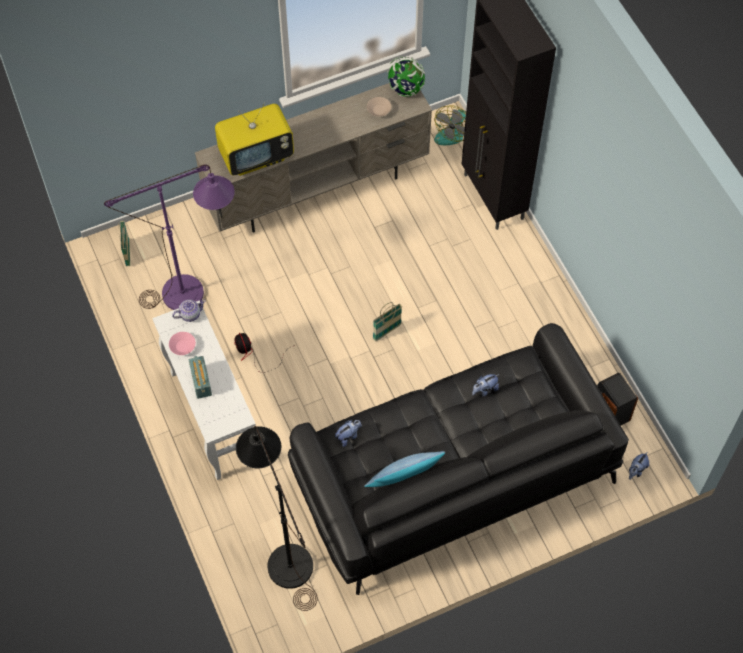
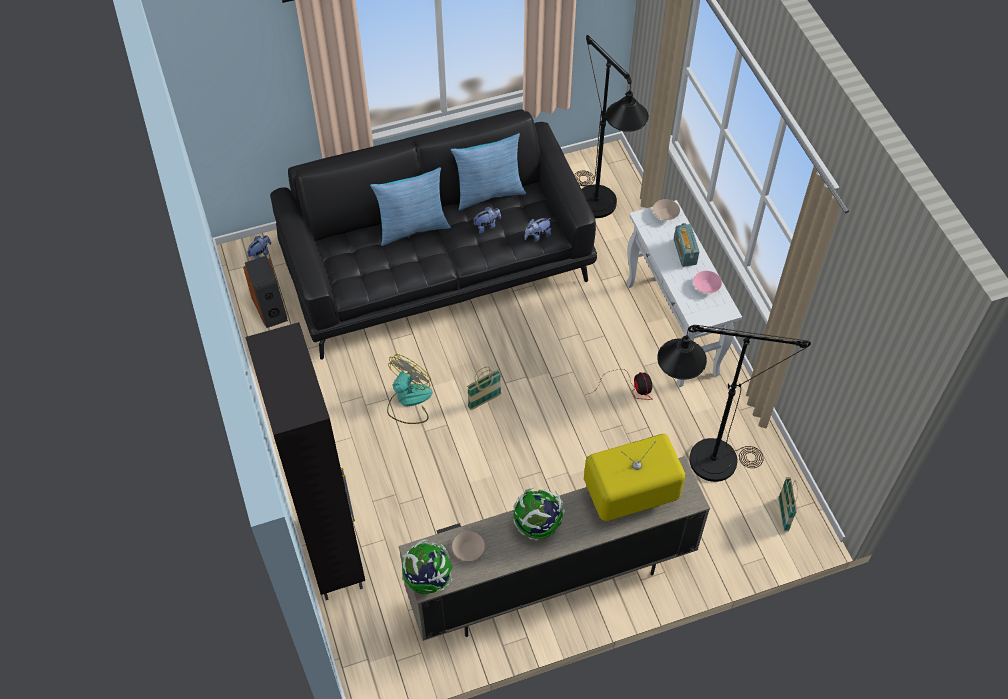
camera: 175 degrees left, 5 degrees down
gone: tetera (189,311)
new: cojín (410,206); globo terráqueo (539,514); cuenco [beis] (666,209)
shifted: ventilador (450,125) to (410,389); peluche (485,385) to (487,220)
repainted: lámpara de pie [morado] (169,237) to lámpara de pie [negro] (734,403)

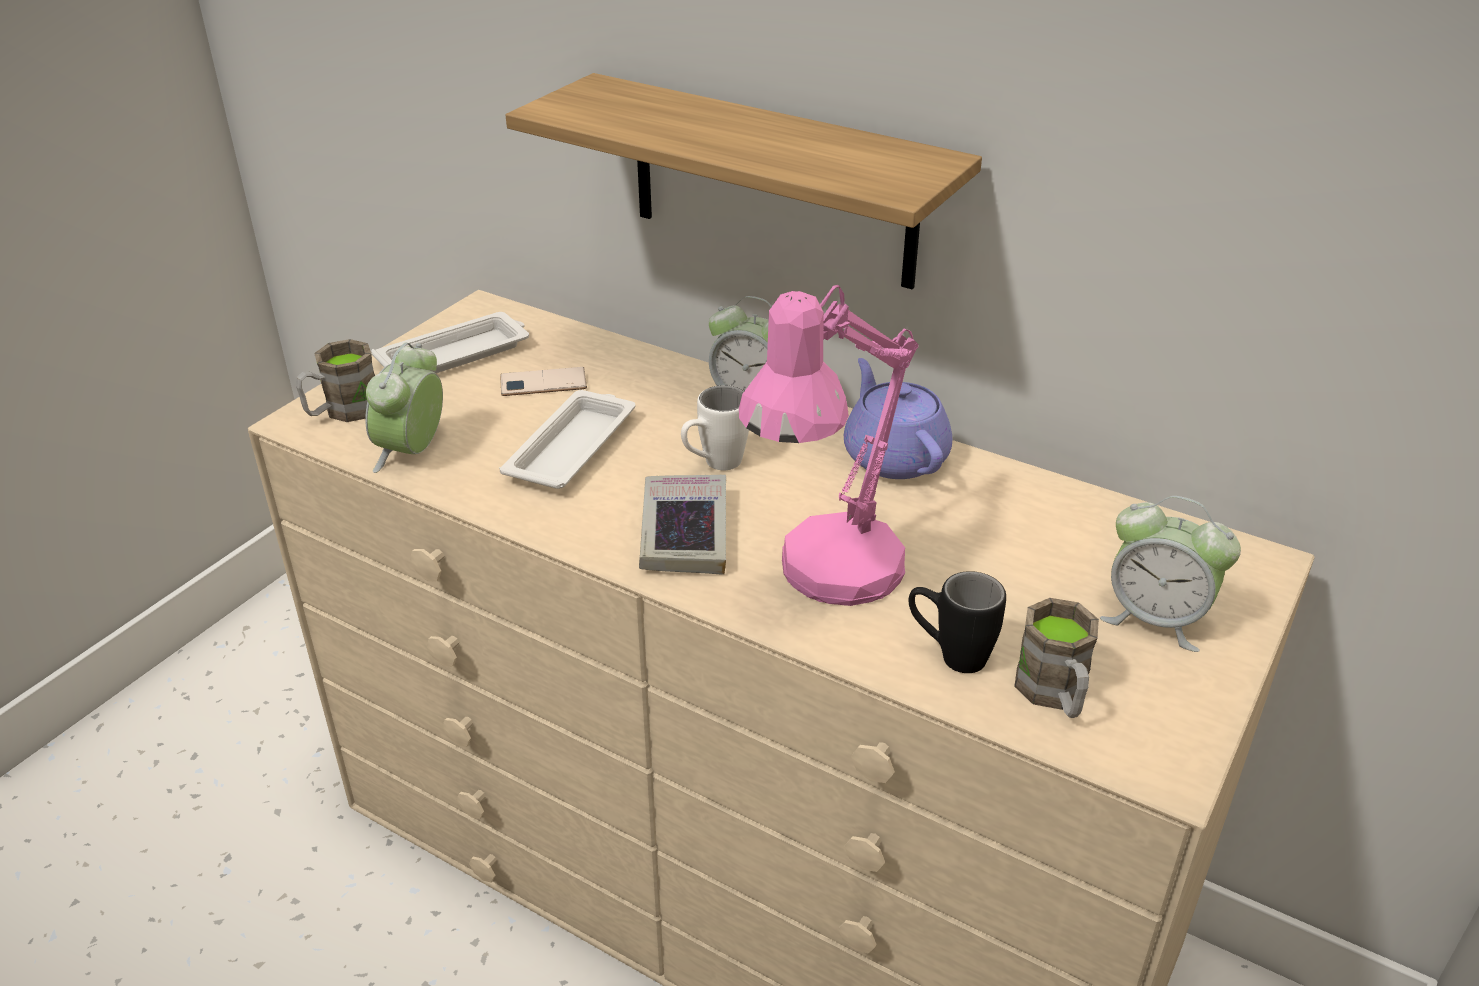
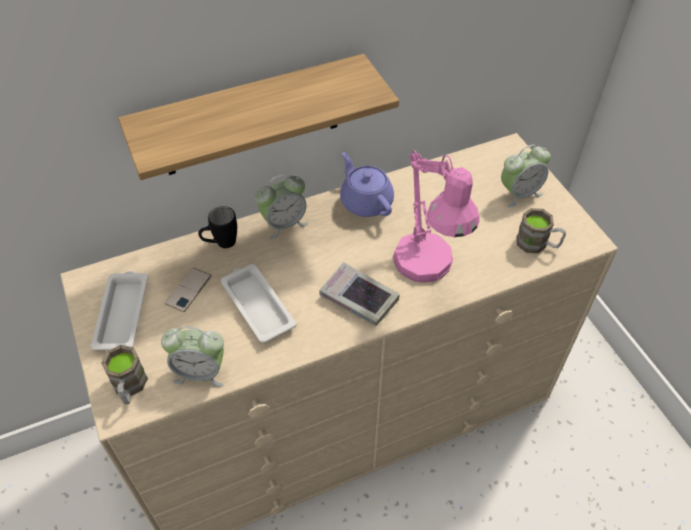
camera: 55 degrees left, 15 degrees up
gone: taza grande [blanco] (715,427)
shifted: taza grande [negro] (957,622) to (217,227)
rotated: despertador (404,407) = (192,357) 45 degrees counterclockwise; tetera [morado] (898,418) = (367,184) 45 degrees clockwise

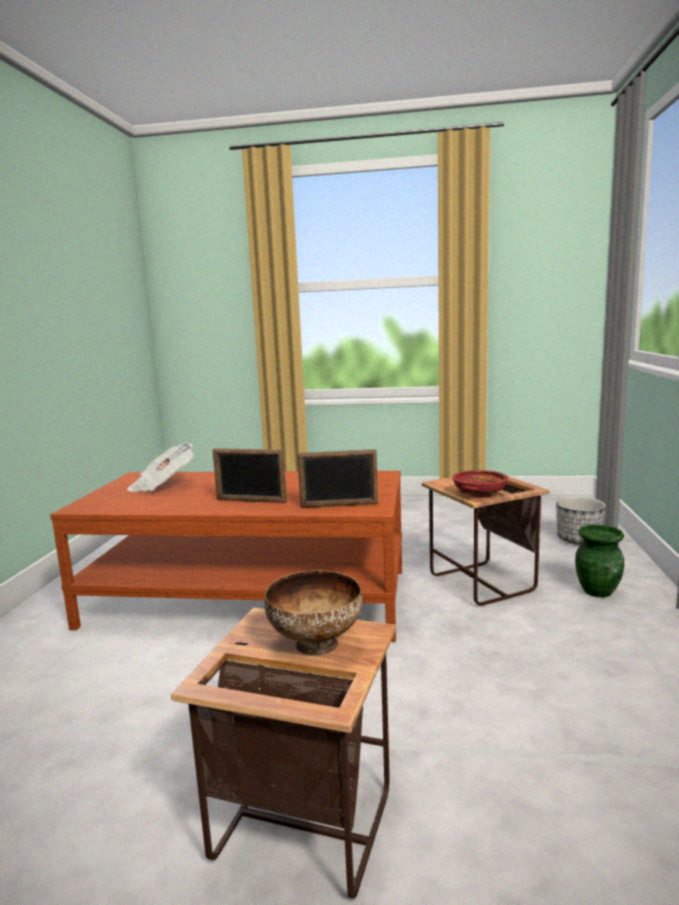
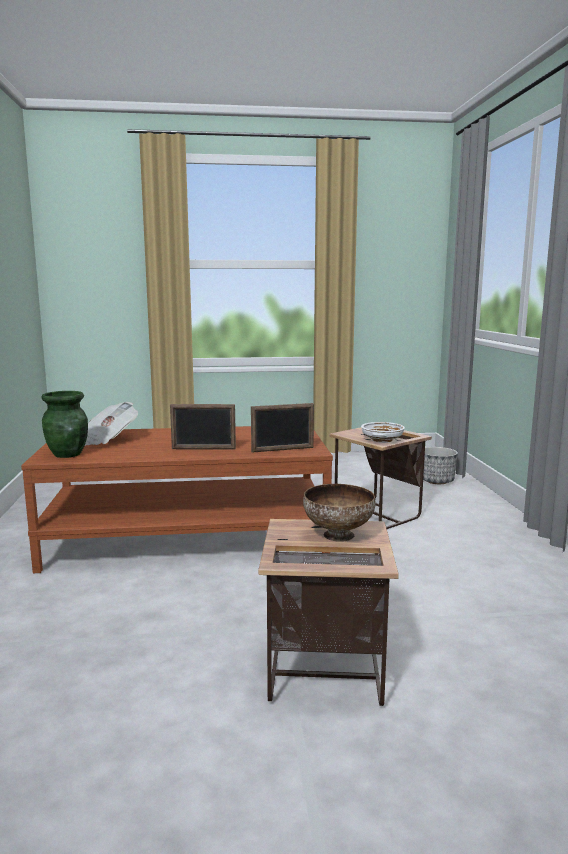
camera: 15 degrees left, 0 degrees up
shifted: florero [verde] (599,560) to (65,424)
repainted: cuenco [rojo] (480,483) to cuenco [blanco] (383,432)

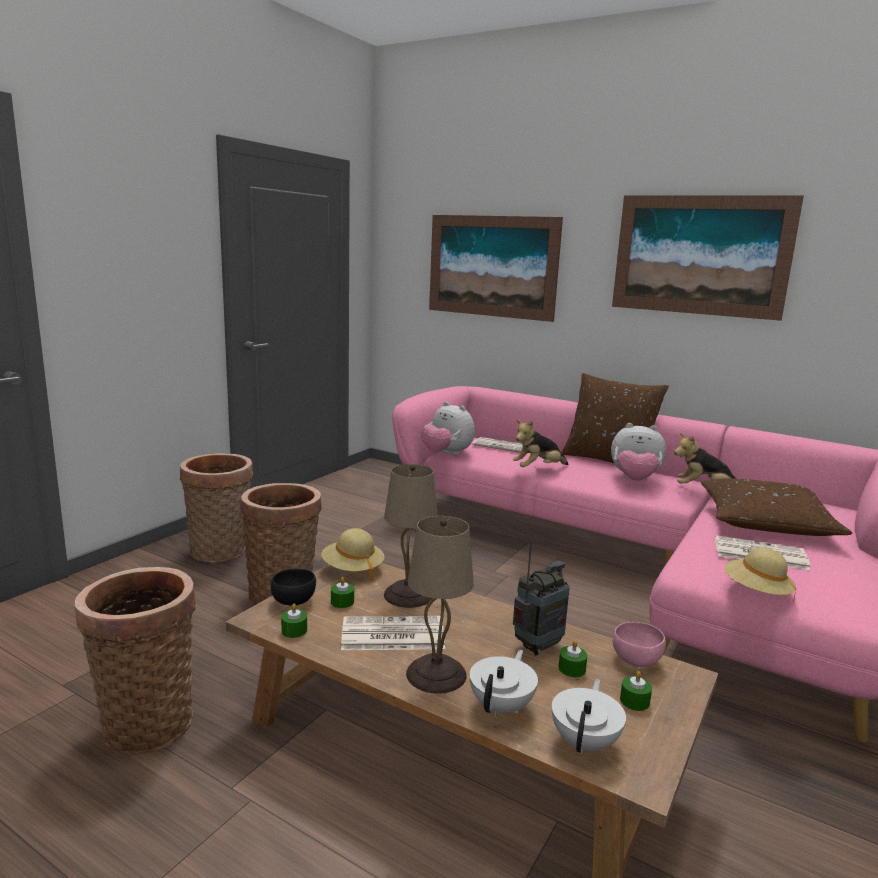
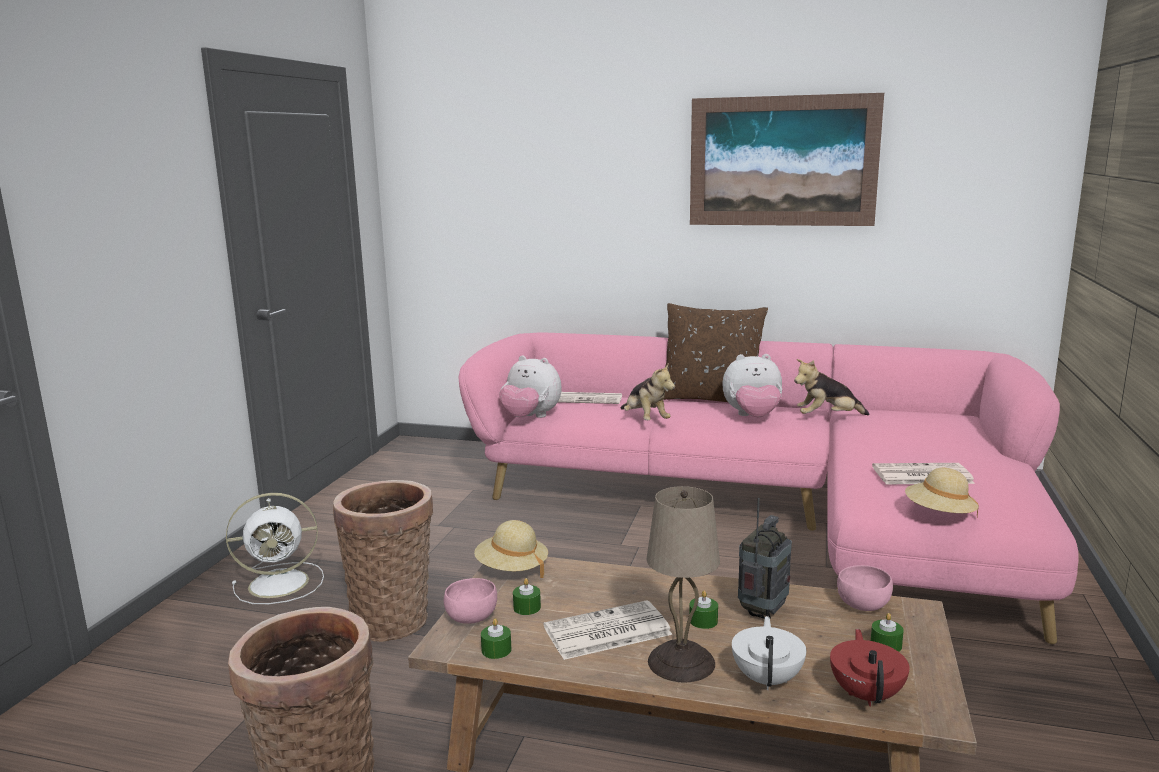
camera: 15 degrees left, 0 degrees up
gone: lámpara de mesa [beis] (411,536); cuadro (496,268); cojín [marrón] (776,507)
shifted: vela [verde] (572,659) to (703,610)
swapped: cesta (216,507) to ventilador [blanco] (275,548)
repainted: cuenco [negro] (293,587) to cuenco [rosa] (470,601); tetera [blanco] (589,716) to tetera [rojo] (870,667)
rotated: peluche (540,443) = (647,391) 75 degrees counterclockwise

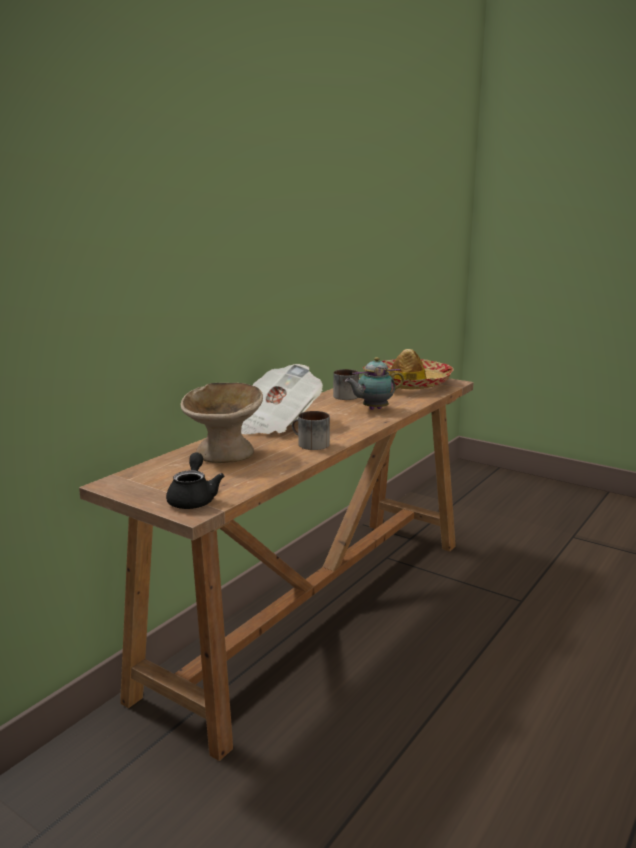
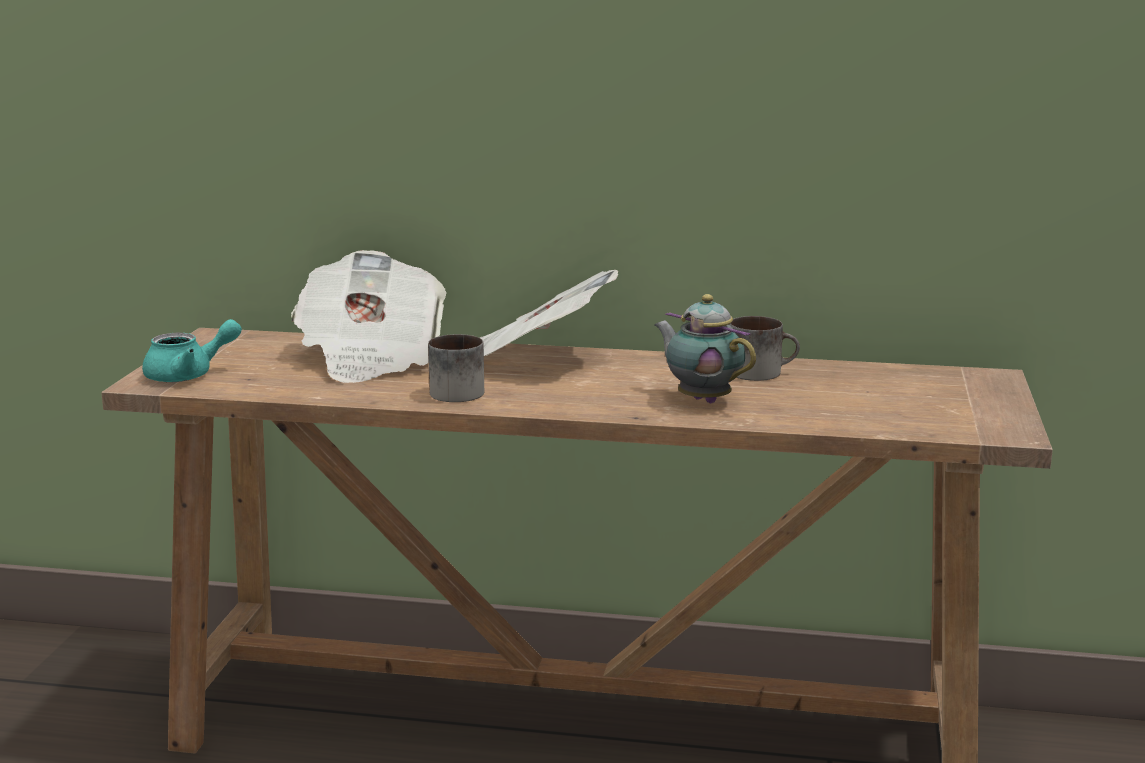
camera: 65 degrees right, 0 degrees up
gone: sombrero (408,369)
swapped: cuenco [beis] (222,423) to periódico (369,316)
repainted: tetera [negro] (195,480) to tetera [turquesa] (192,350)

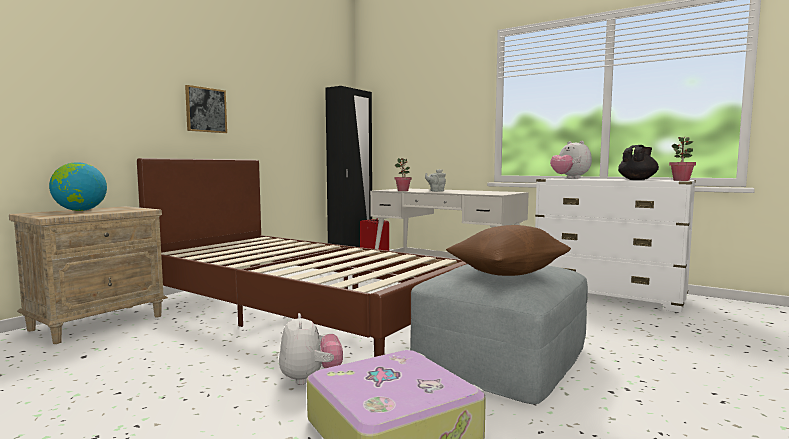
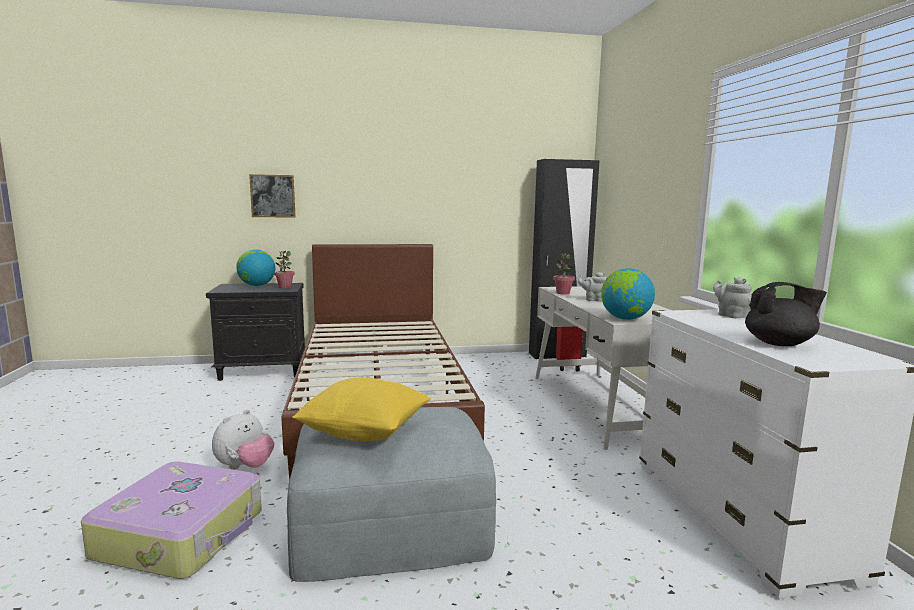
camera: 45 degrees right, 5 degrees up
new: globo terráqueo (628,294)
shifted: cuadro (206,109) to (272,196); planta en maceta (682,159) to (284,269)
swapped: peluche (571,160) to tetera [gris] (732,297)
repainted: mesita de noche [beis] (88,275) to mesita de noche [negro] (255,332); cojín [marrón] (508,250) to cojín [amarillo] (361,409)

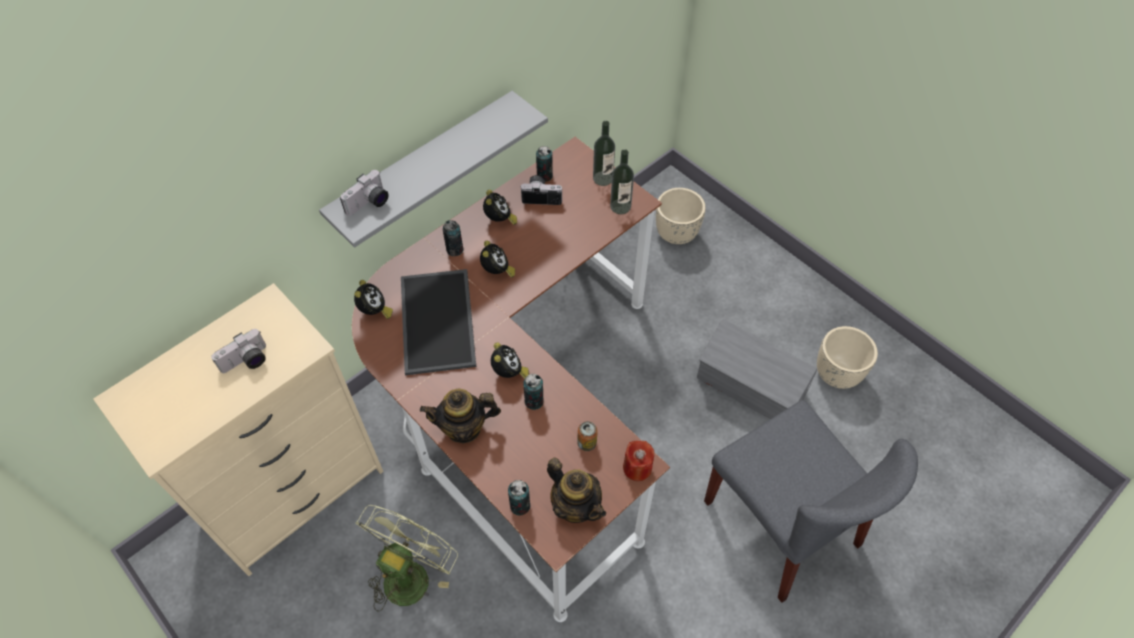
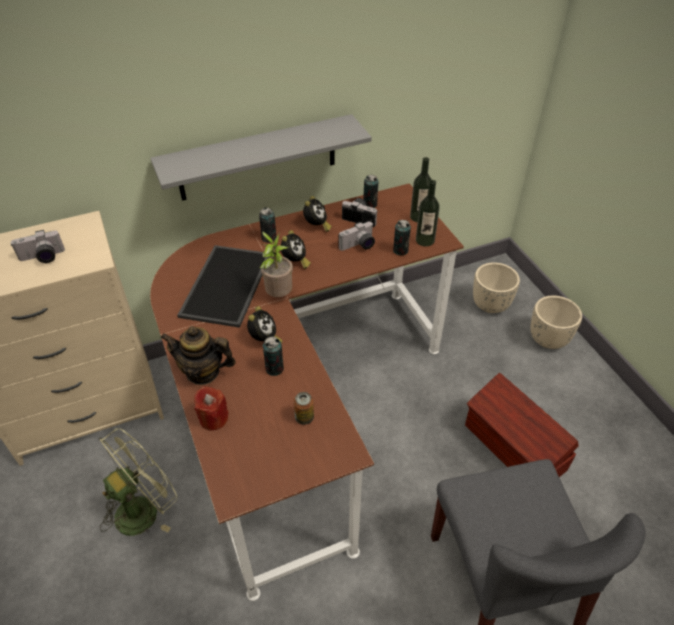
camera: 20 degrees right, 10 degrees down
gone: despertador (373,299); tetera (576,490)
new: planta en maceta (276,264)
shifted: vela [rojo] (638,461) to (211,408); cámara (364,193) to (356,236); lata (519,497) to (402,237); maceta [beis] (847,357) to (556,322)
repainted: caja de almacenaje [gris] (757,369) to caja de almacenaje [marrón] (521,425)

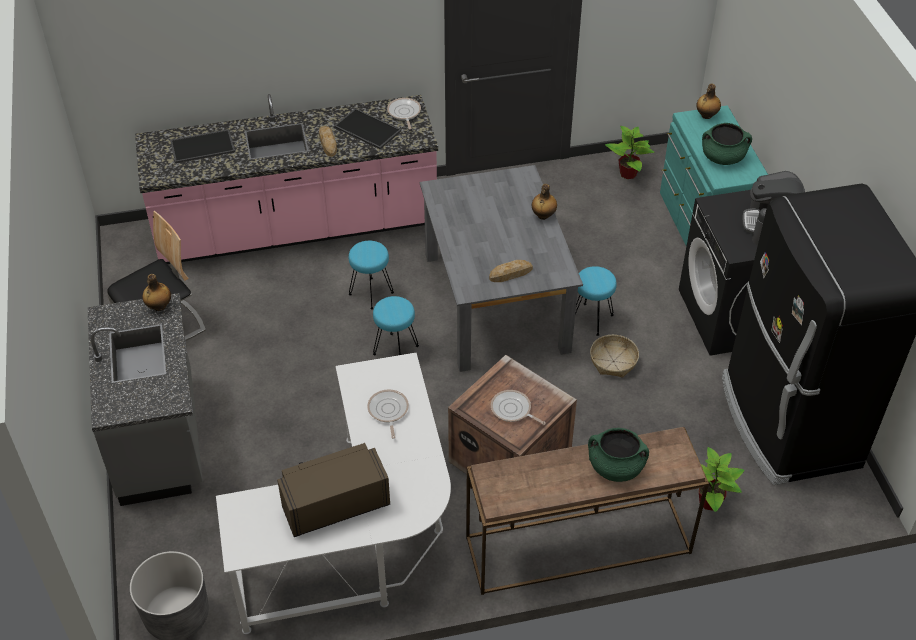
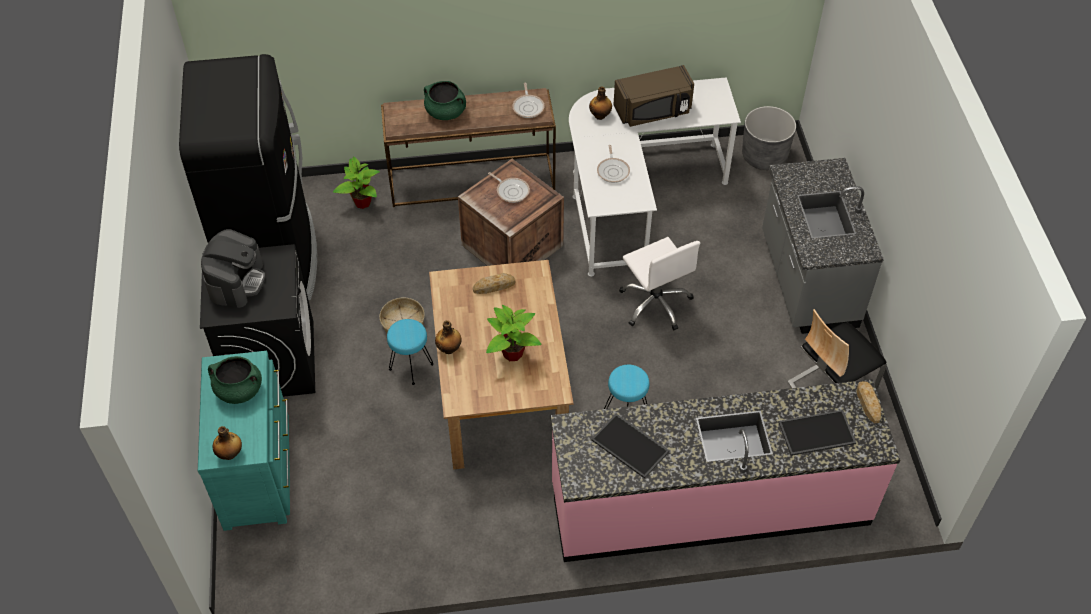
camera: 175 degrees left, 5 degrees up
gone: taburete [turquesa] (396,325)
new: silla de oficina [blanco] (659,283)
shifted: planta en maceta (629,152) to (513,333); sartén (404,113) to (528,100); botella (156,292) to (600,103); pan (328,141) to (869,402)
repainted: mesa de comedor [gris] (501,268) to mesa de comedor [marrón] (501,364)

